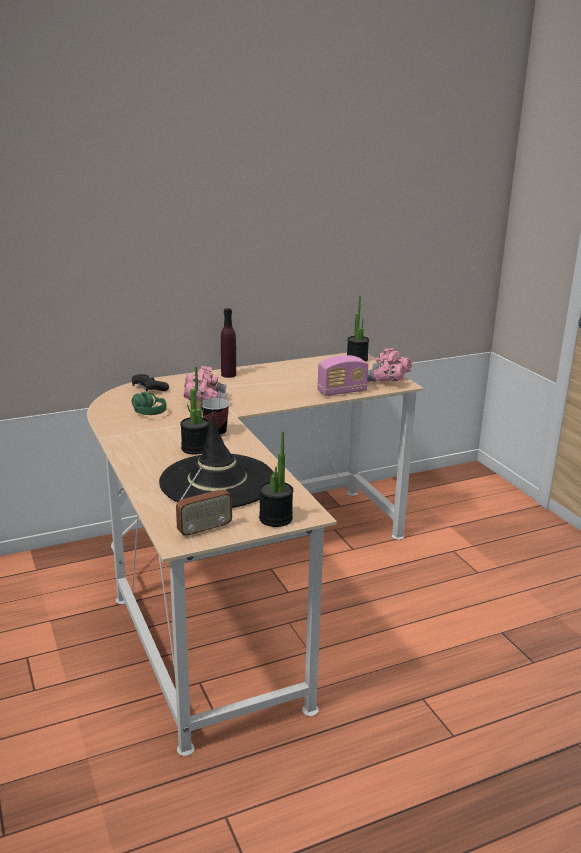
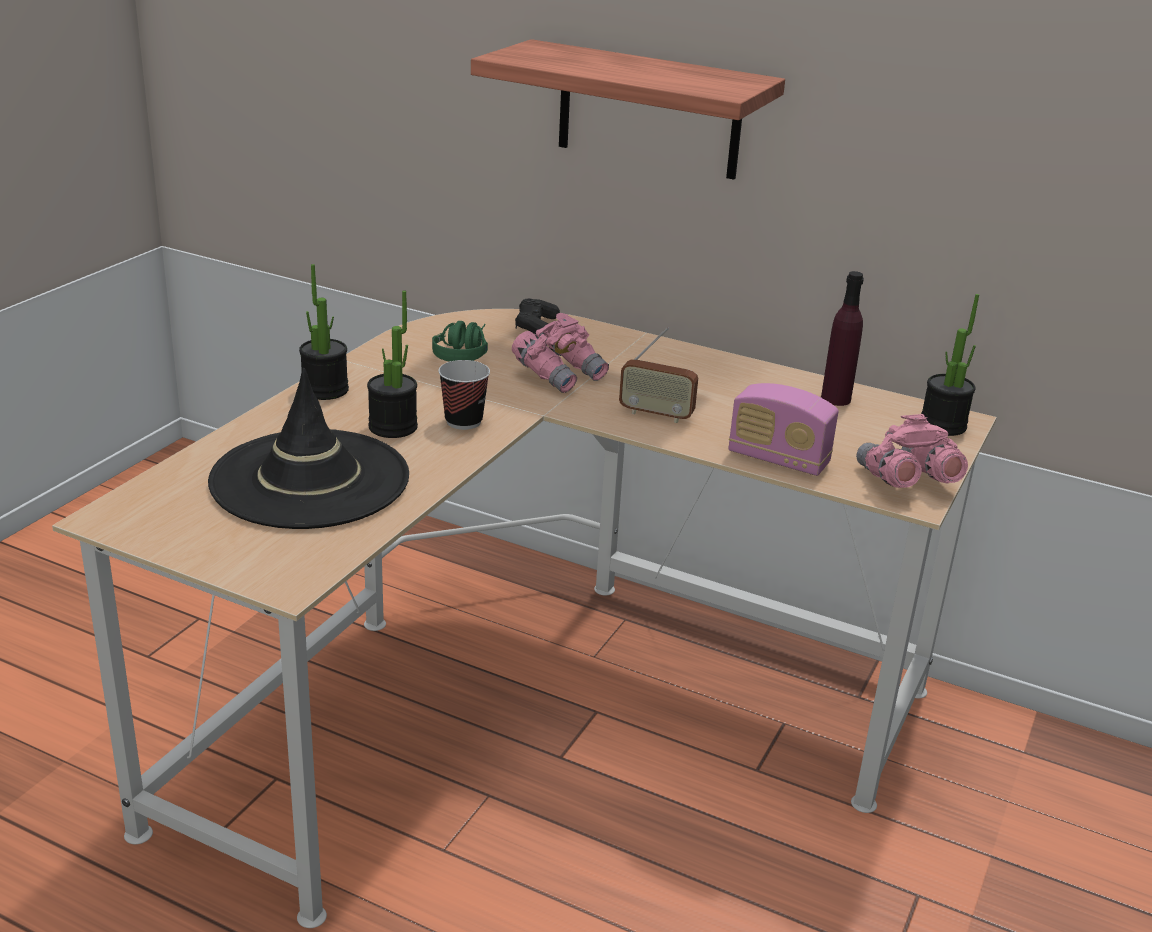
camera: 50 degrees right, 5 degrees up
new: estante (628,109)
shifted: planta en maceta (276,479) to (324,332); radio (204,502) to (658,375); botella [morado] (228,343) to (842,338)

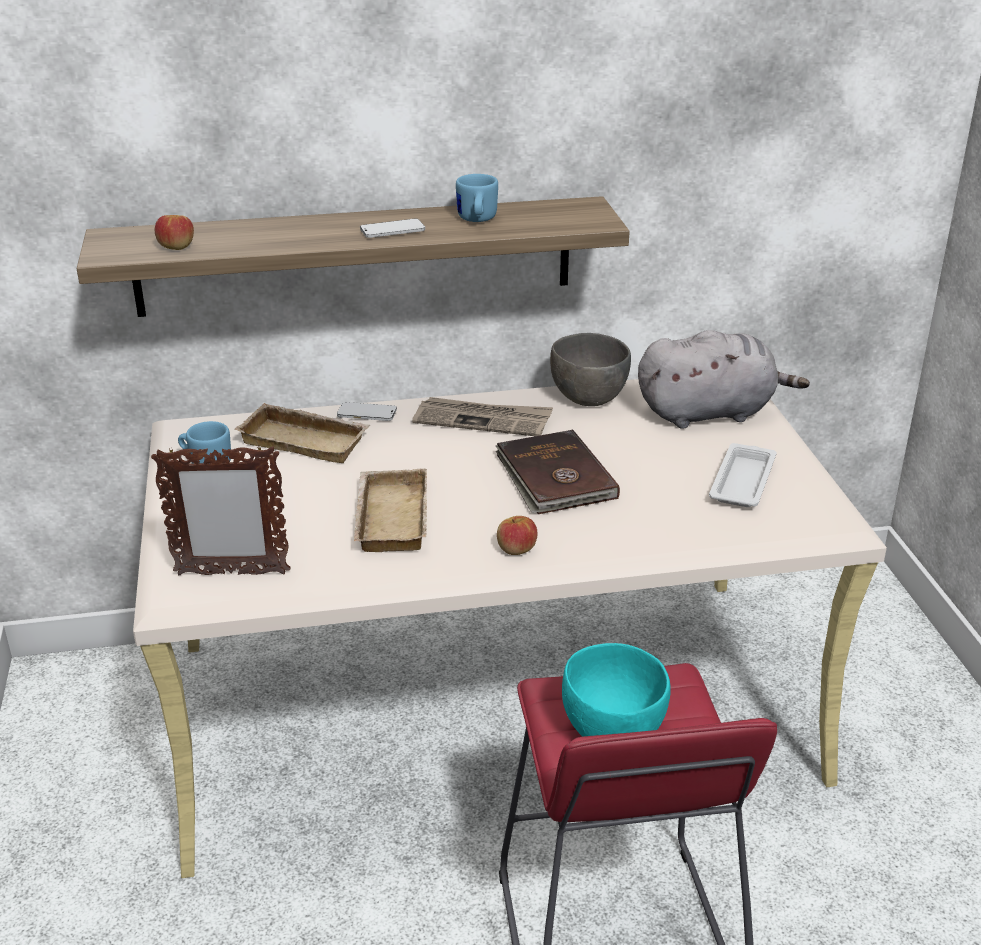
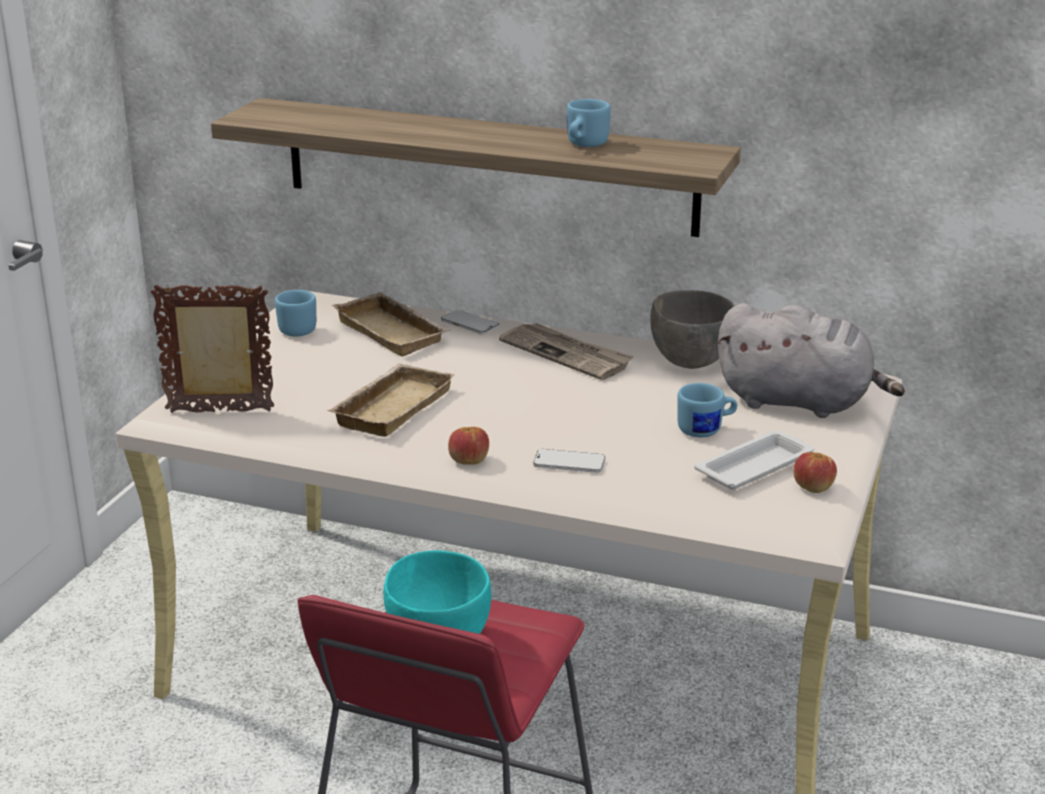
camera: 30 degrees right, 5 degrees down
gone: libro [marrón] (558,471)
new: taza grande [azul] (707,410)
shifted: móvil (392,228) to (569,461); manzana (174,232) to (815,472)
rotated: portarretratos (221,510) = (212,349) 150 degrees clockwise

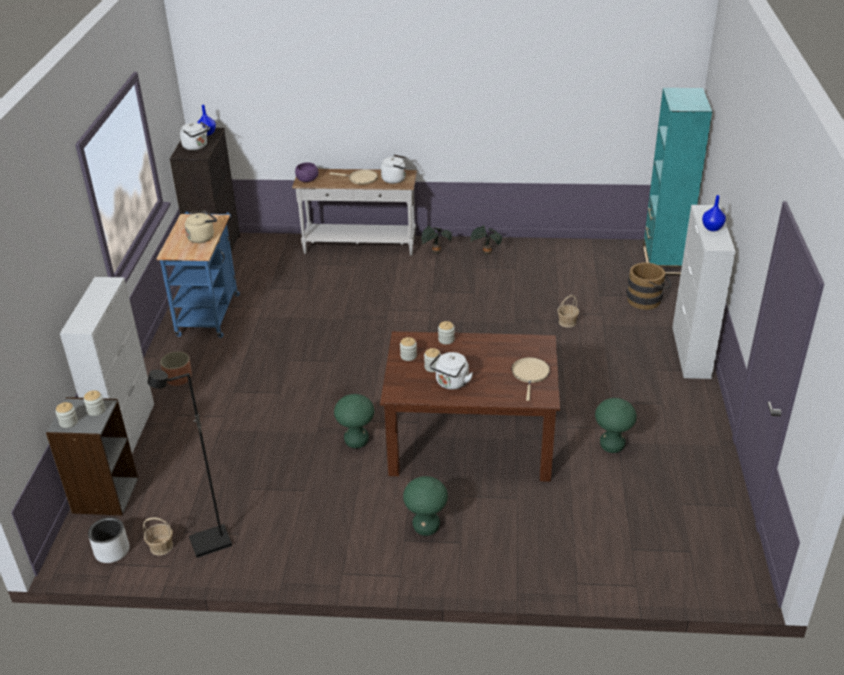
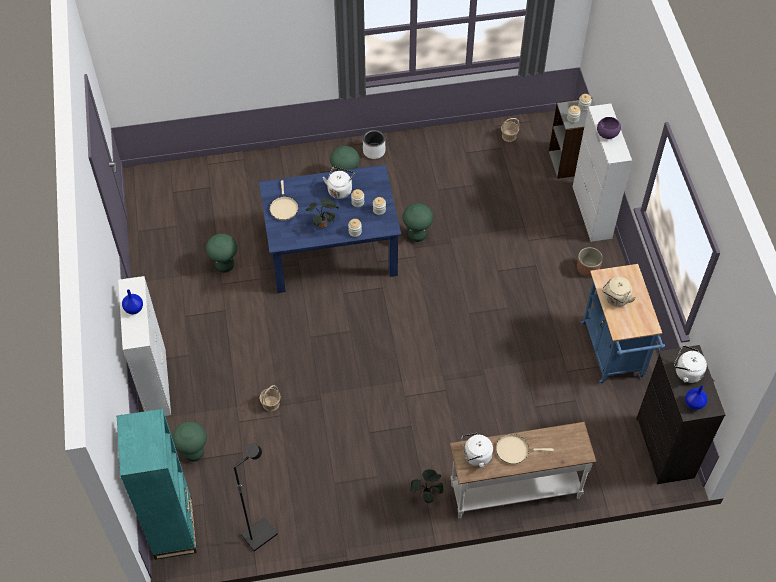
camera: 165 degrees right, 20 degrees up
shifted: lámpara de pie [negro] (189,464) to (255,497); planta en maceta (486,240) to (322,213); maceta [blanco] (109,540) to (374,144); cuenco [morado] (307,172) to (609,128)
swapped: cubo [marrón] (648,286) to taburete [verde] (189,441)
repainted: mesa de comedor [marrón] (470,406) to mesa de comedor [azul] (330,228)

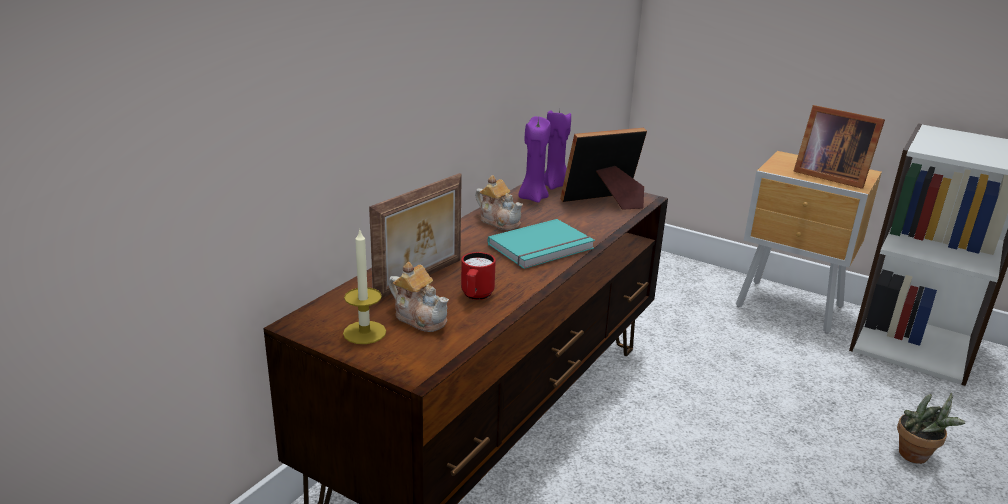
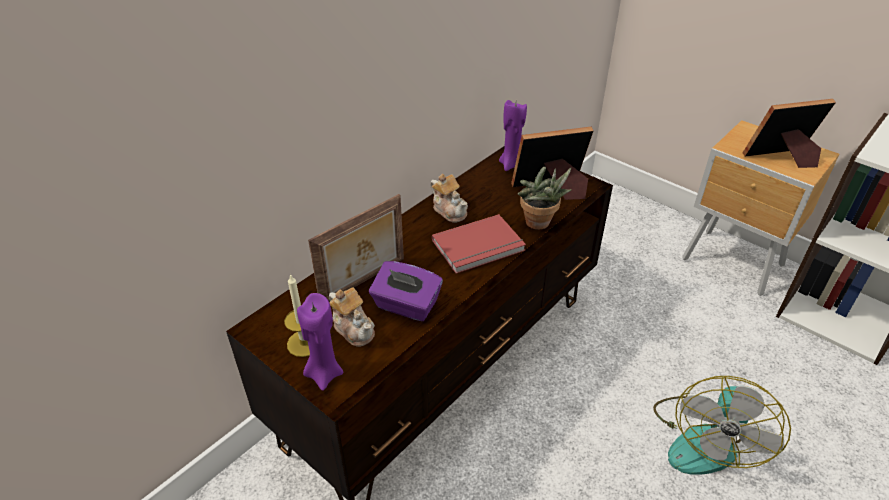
camera: 10 degrees right, 15 degrees up
new: ventilador (722,425)
shifted: vela [morado] (534,159) to (320,342); planta en maceta (931,428) to (545,198)
swapped: taza grande [rojo] (478,276) to caja de pañuelos [morado] (406,291)
repainted: libro [turquesa] (541,244) to libro [rojo] (479,244)
rotated: portarretratos (839,147) = (789,133) 120 degrees clockwise

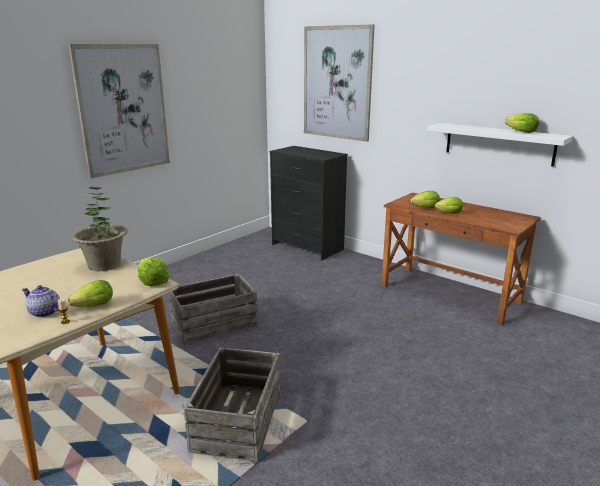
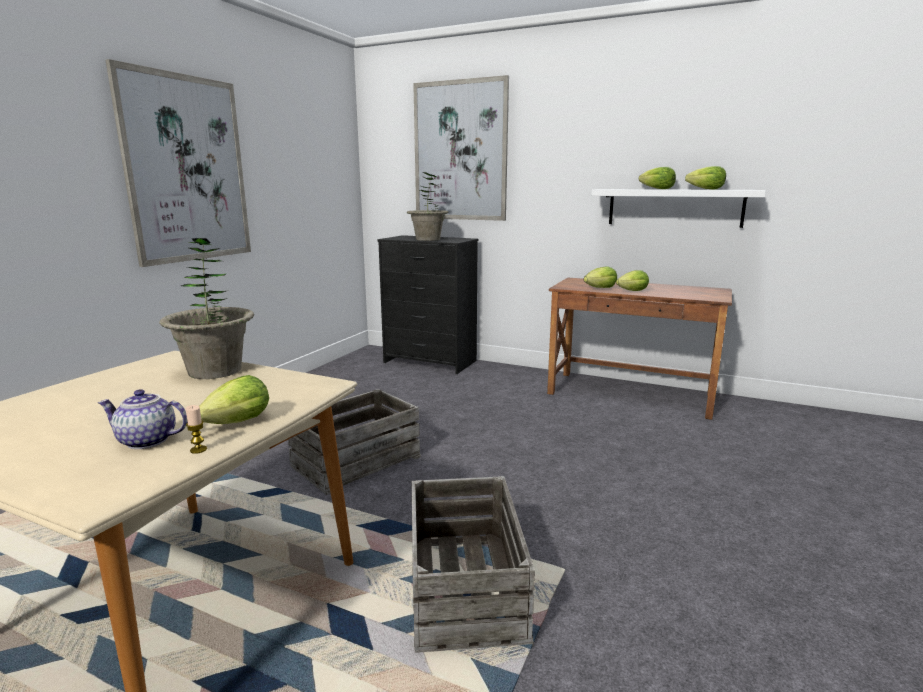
camera: 15 degrees left, 5 degrees down
new: planta en maceta (427,206)
shifted: lechuga (153,272) to (657,178)

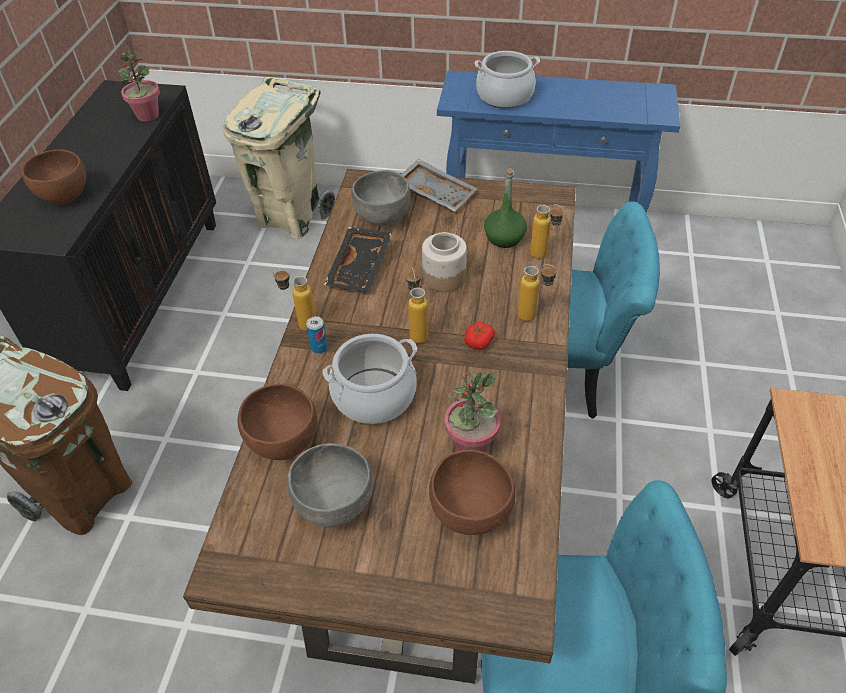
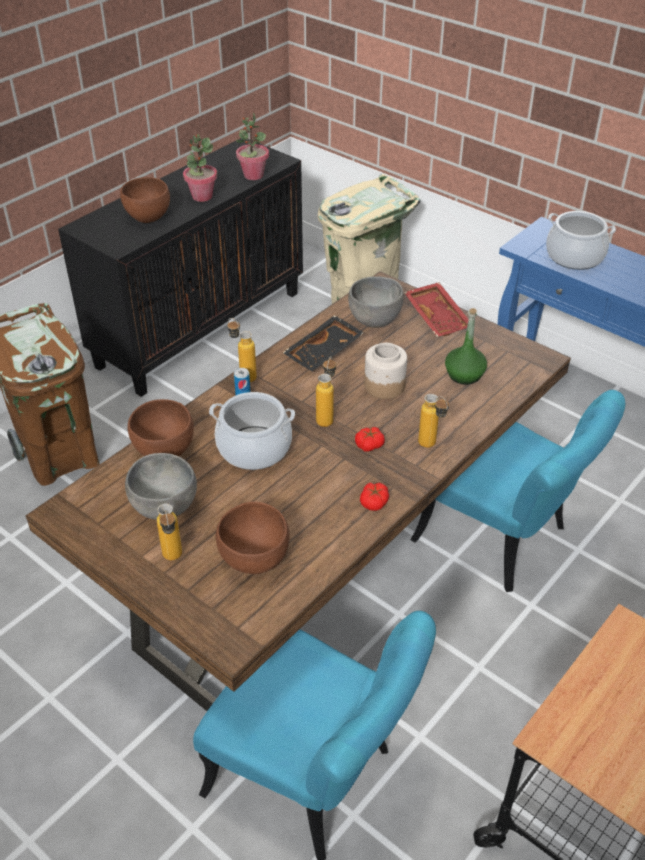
camera: 30 degrees right, 5 degrees down
new: tomate (374,497)
shifted: botella (547,231) to (169,532); planta en maceta (473,411) to (200,168)
repainted: bandeja [gris] (439,185) to bandeja [rojo] (436,309)

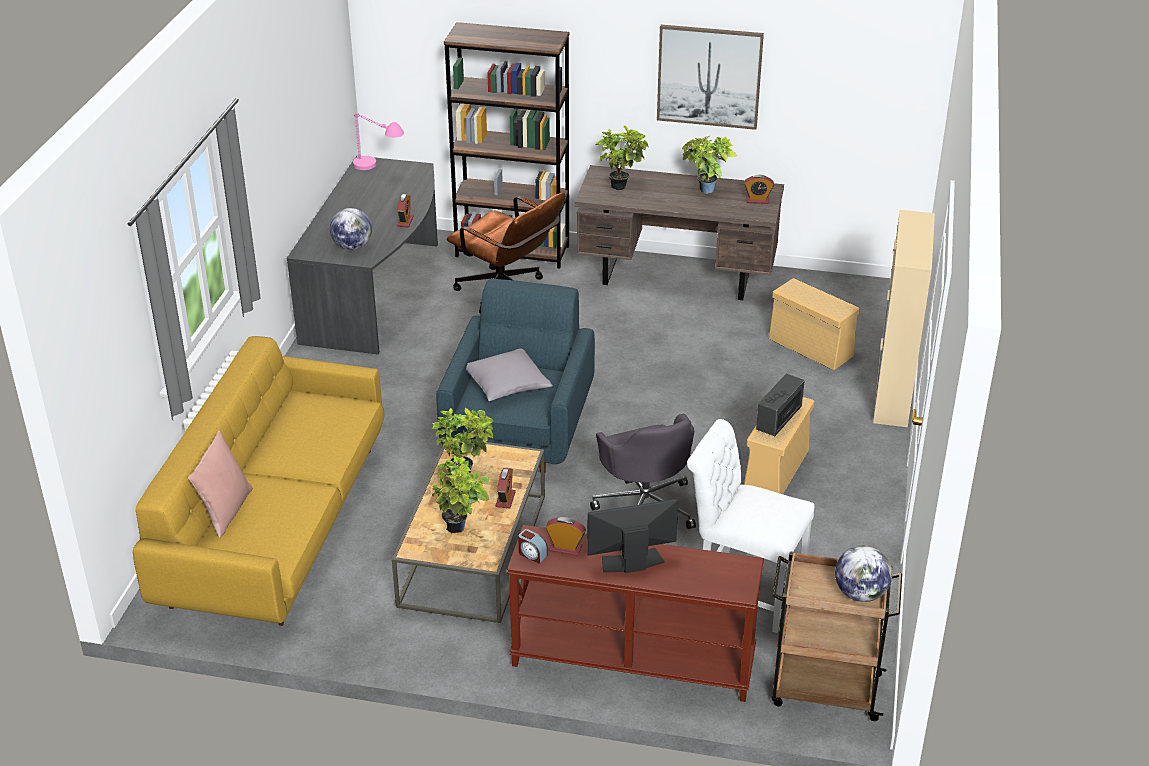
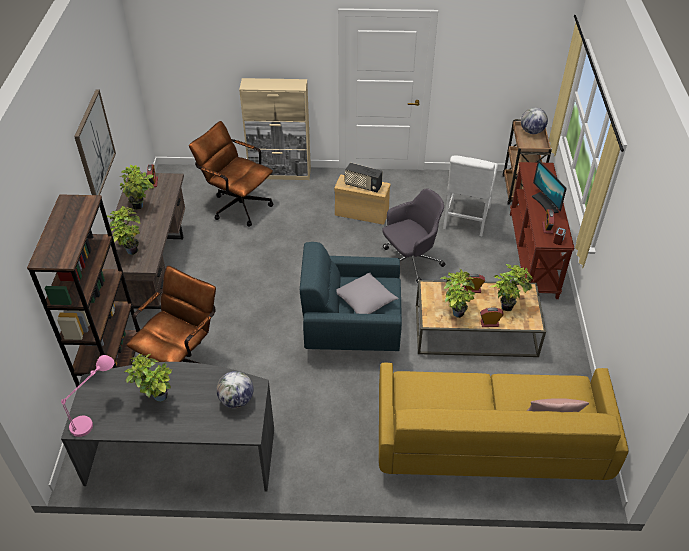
camera: 100 degrees left, 10 degrees up
new: planta en maceta (148,378)
shifted: despertador (405,210) to (492,317)
swapped: caja de almacenaje [beis] (814,324) to silla de oficina [marrón] (231,174)

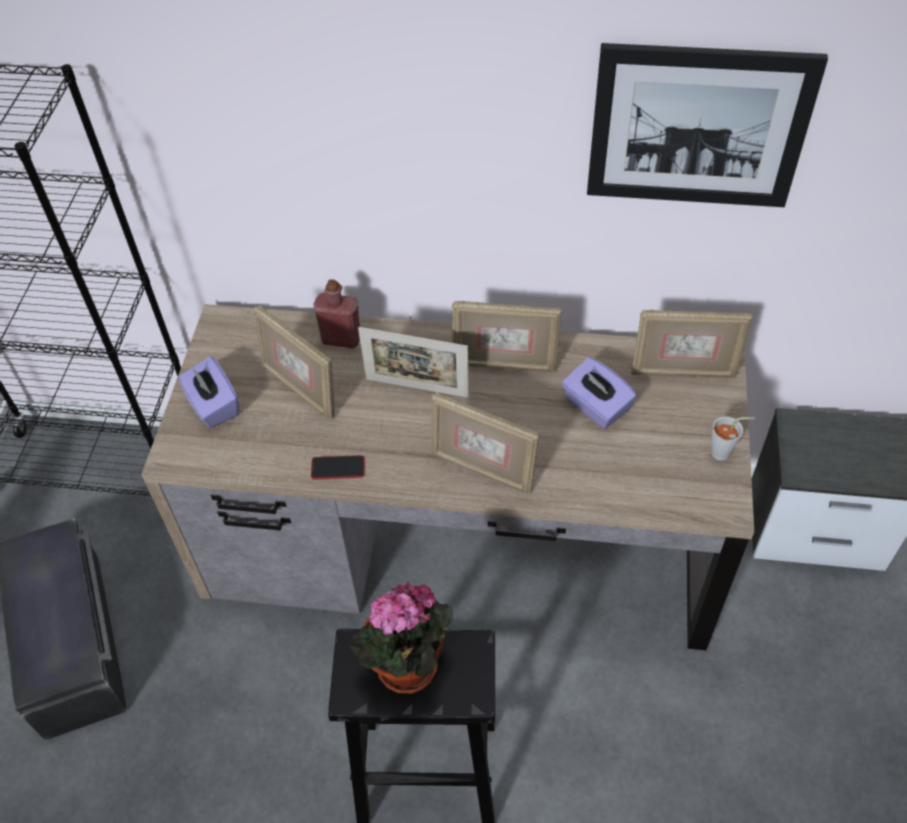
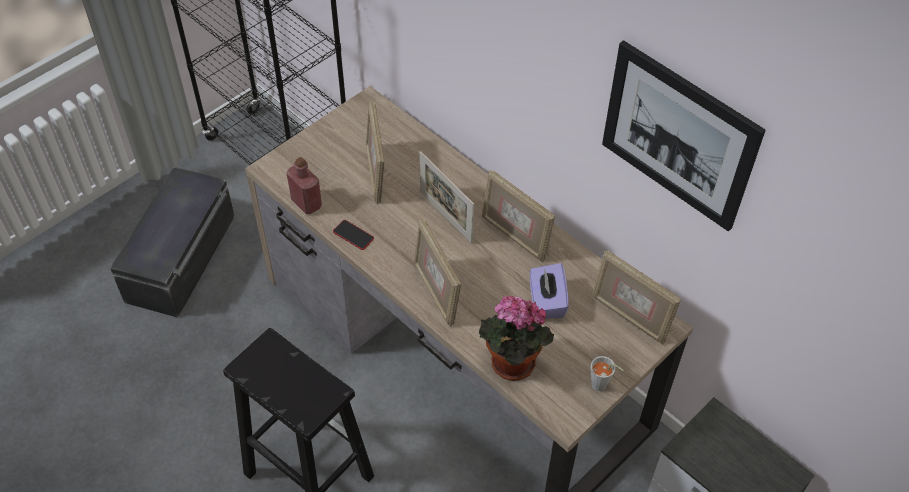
camera: 35 degrees right, 0 degrees up
gone: caja de pañuelos [morado] (208,392)
shifted: botella [rojo] (336,313) to (304,185); planta en maceta (400,638) to (516,338)

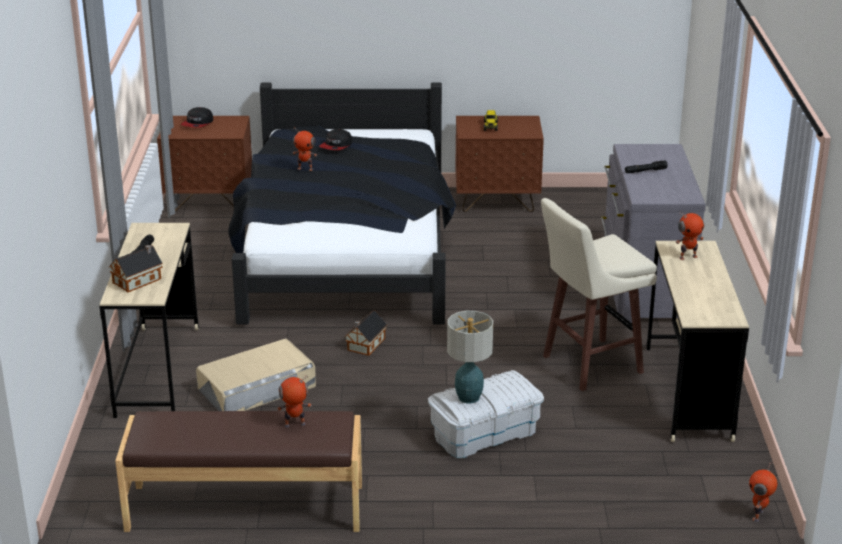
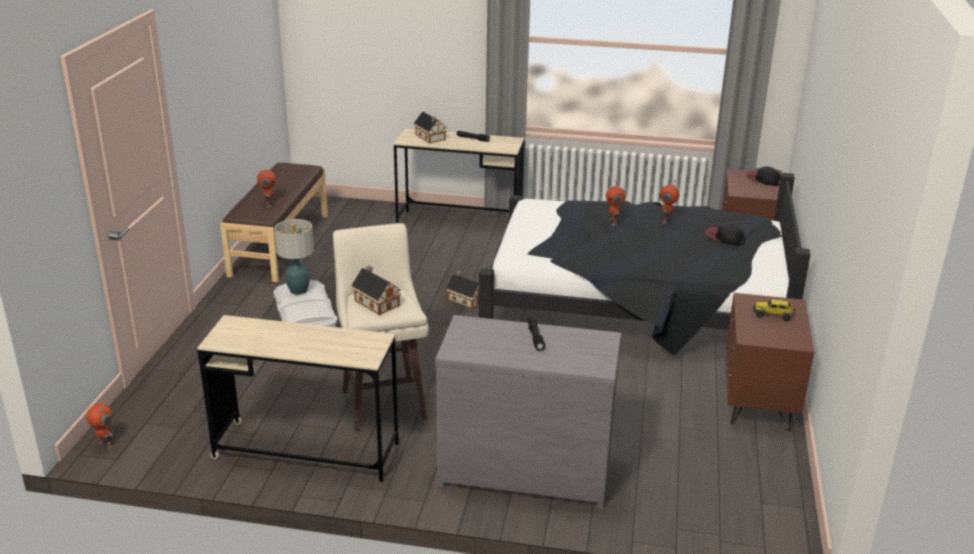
camera: 100 degrees right, 0 degrees up
gone: caja de almacenaje [beis] (256,374)
new: casita (376,290)
shifted: robot de juguete (690,235) to (616,203)

